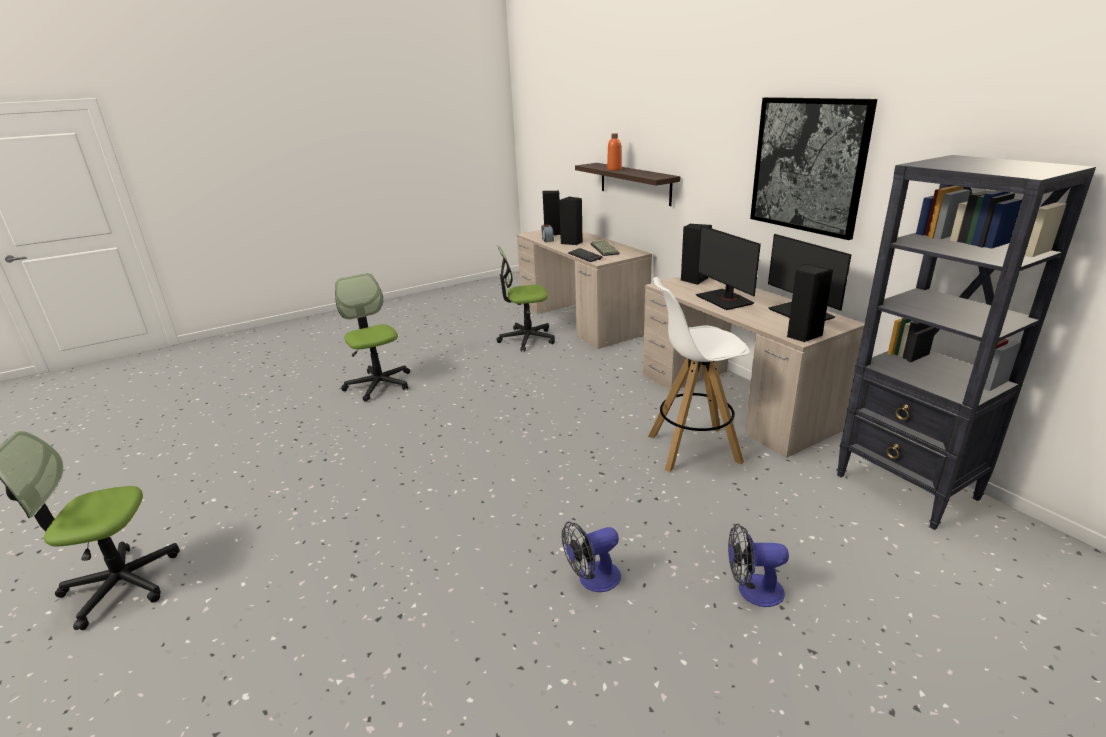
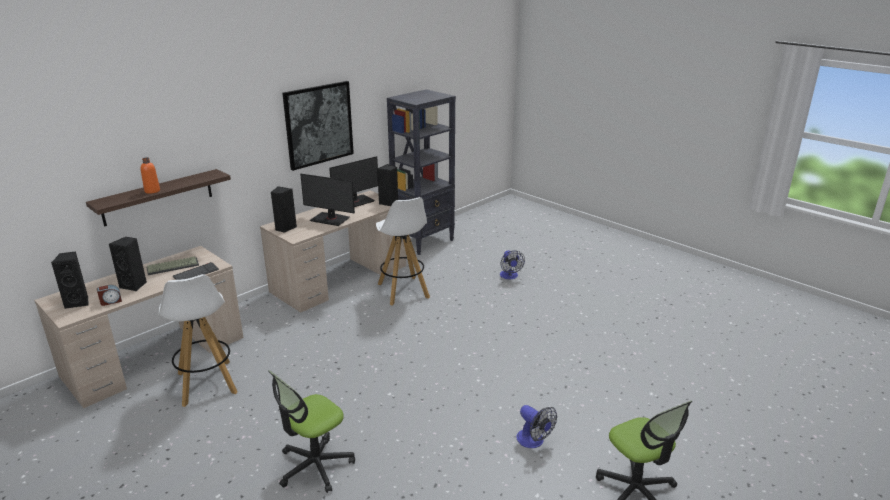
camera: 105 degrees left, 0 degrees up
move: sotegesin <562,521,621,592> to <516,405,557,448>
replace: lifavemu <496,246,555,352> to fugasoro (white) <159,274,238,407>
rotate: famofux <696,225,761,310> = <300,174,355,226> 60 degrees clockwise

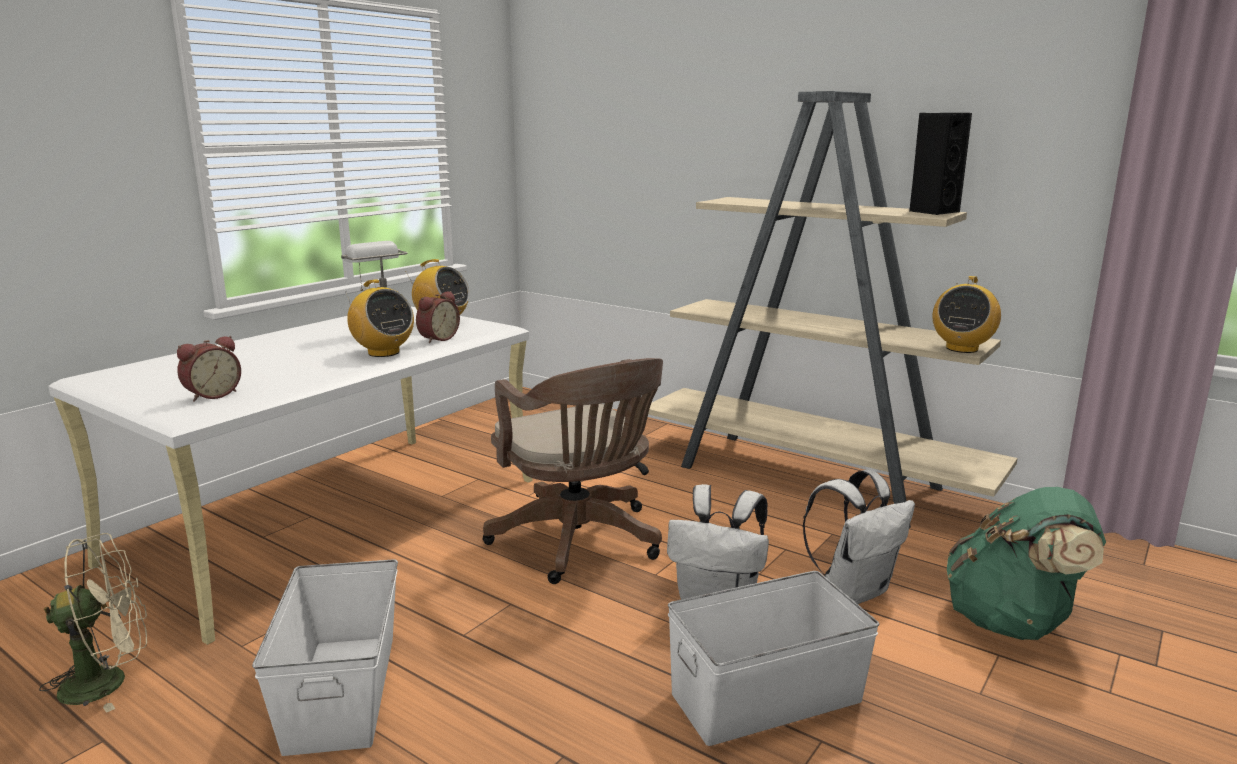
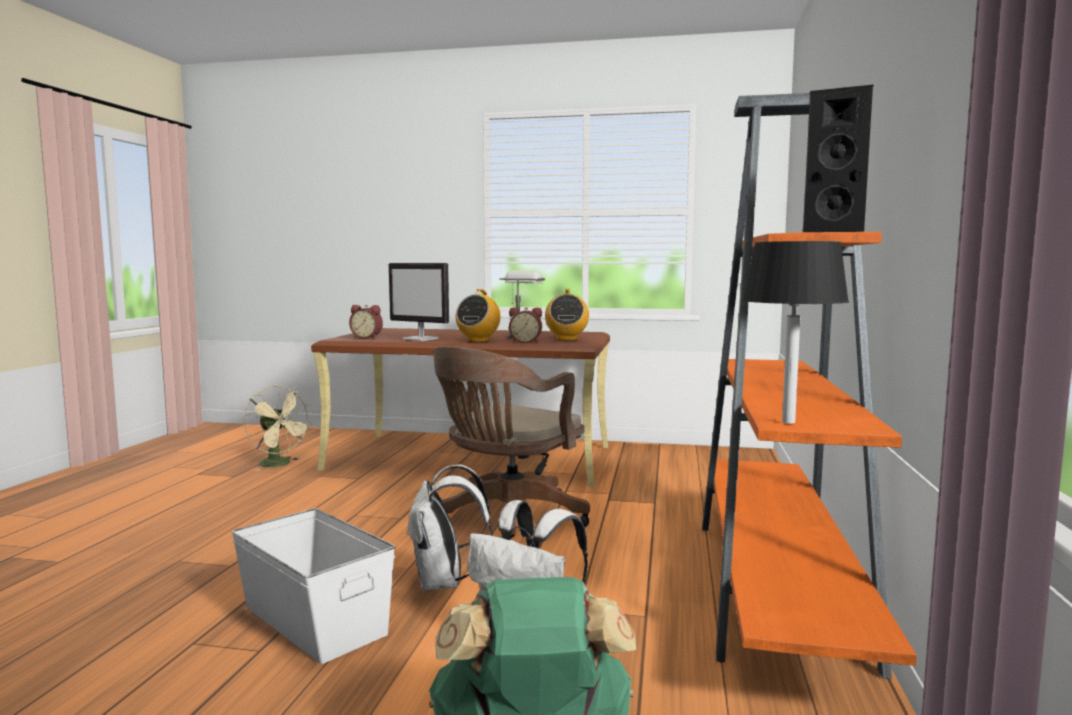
camera: 65 degrees right, 10 degrees down
delete: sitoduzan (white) <252,559,398,756>
insert: famofux <389,263,449,341>
replace: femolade <932,276,1001,353> to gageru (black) <742,241,849,424>
recolor: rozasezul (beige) <648,91,1018,529> to rozasezul (orange) <702,93,917,679>; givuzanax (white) <48,307,532,645> to givuzanax (brown) <311,328,610,487>

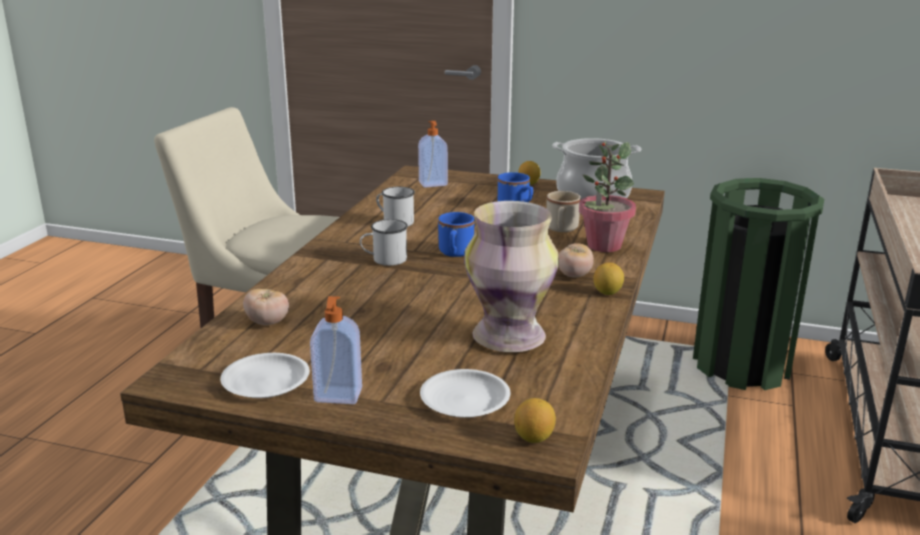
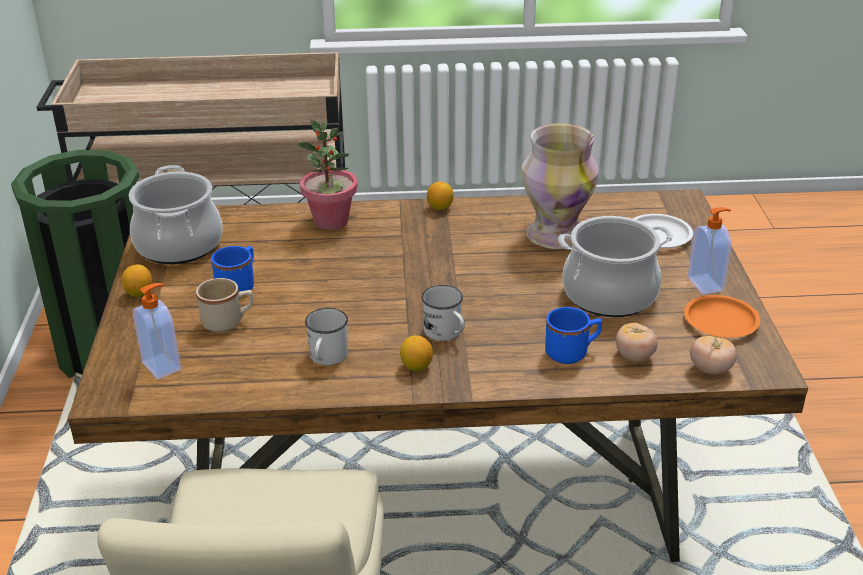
camera: 110 degrees left, 10 degrees up
insert: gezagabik <558,216,673,317>
move: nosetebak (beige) <546,191,581,232> to <196,278,253,332>; nosetebak (blue) <438,212,475,257> to <545,307,602,364>; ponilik <558,243,594,277> to <690,336,737,374>; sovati <514,398,556,443> to <400,335,433,371>
recolor: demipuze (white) <220,353,310,398> to demipuze (orange) <684,295,760,338>

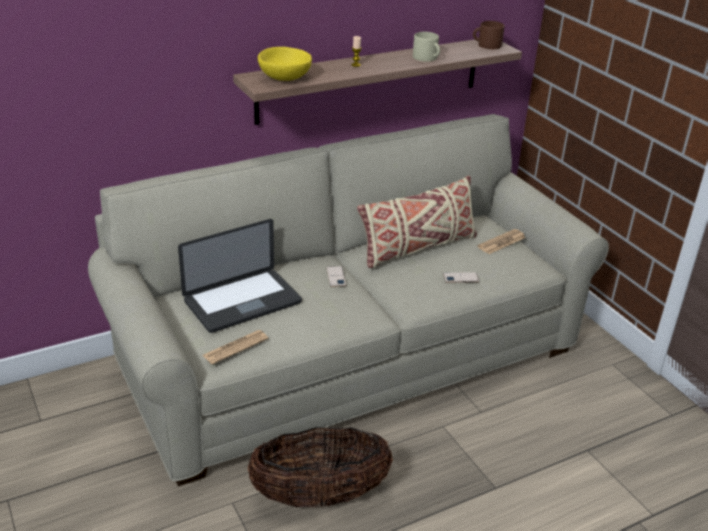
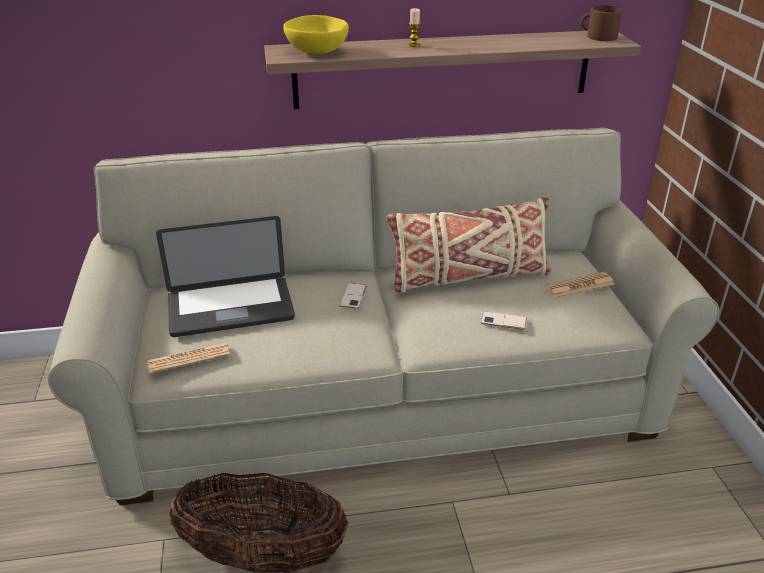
camera: 20 degrees right, 0 degrees up
delete: nosetebak (beige) <413,32,440,62>

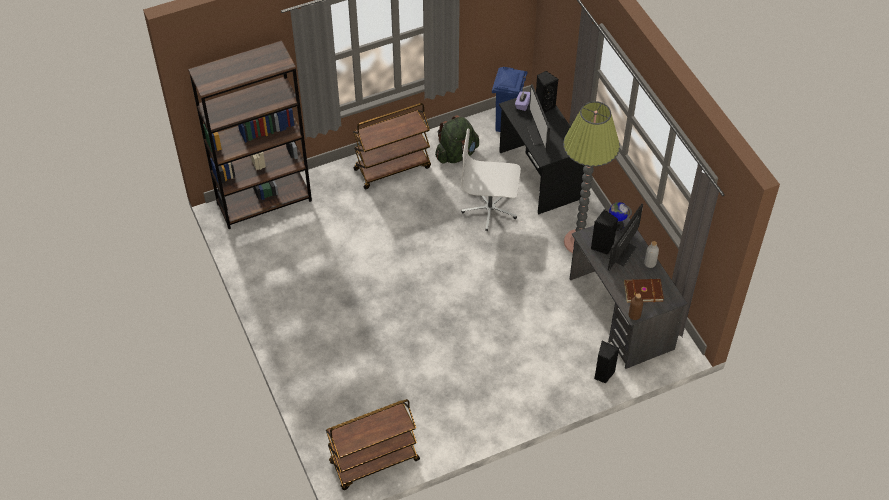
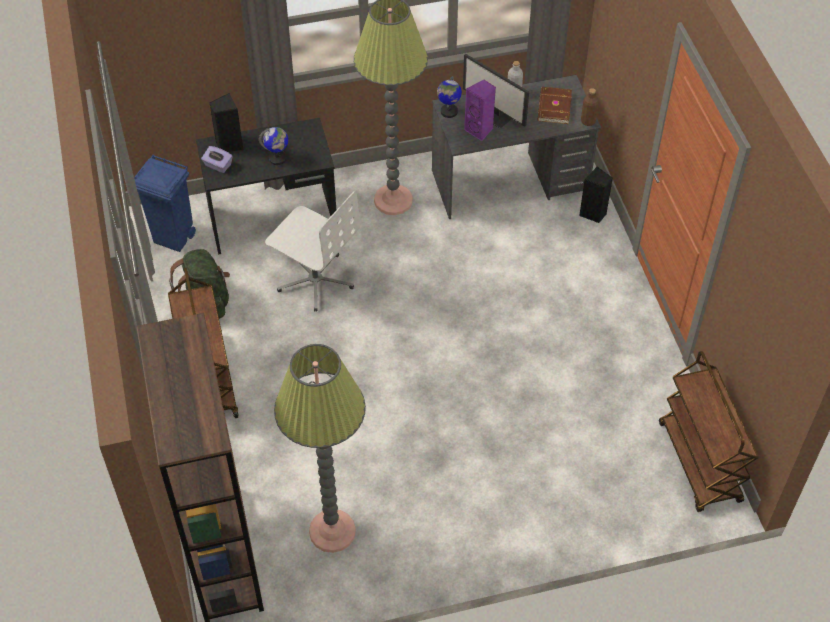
camera: 80 degrees left, 0 degrees up
insert: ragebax <274,344,366,553>
replace: famofux <527,84,550,152> to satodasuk <259,127,288,165>
recolor: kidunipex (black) <591,209,618,255> to kidunipex (purple) <464,80,496,141>
rotate: lifavemu (white) <461,129,521,231> = <265,191,360,311> 75 degrees counterclockwise

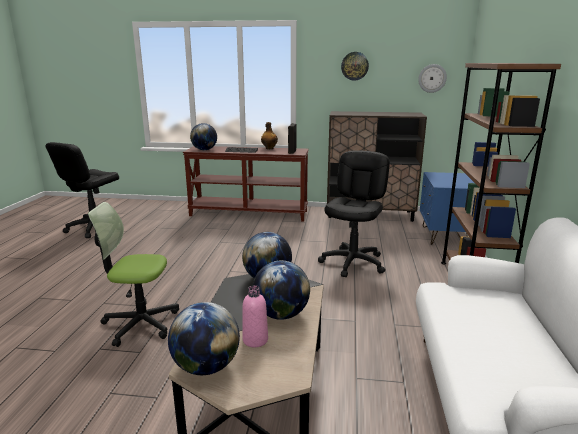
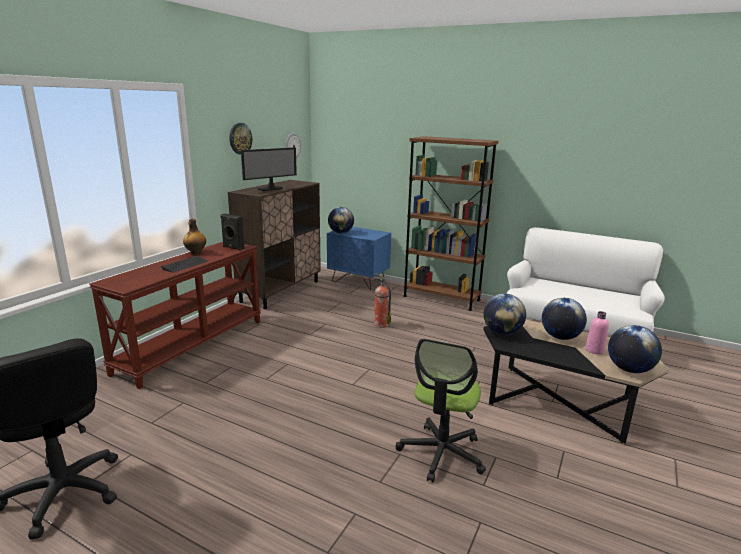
camera: 70 degrees left, 0 degrees up
insert: famofux <241,147,297,191>
move: satodasuk <190,123,217,150> to <328,207,354,233>
replace: lifavemu (black) <318,151,390,277> to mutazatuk <373,274,391,328>

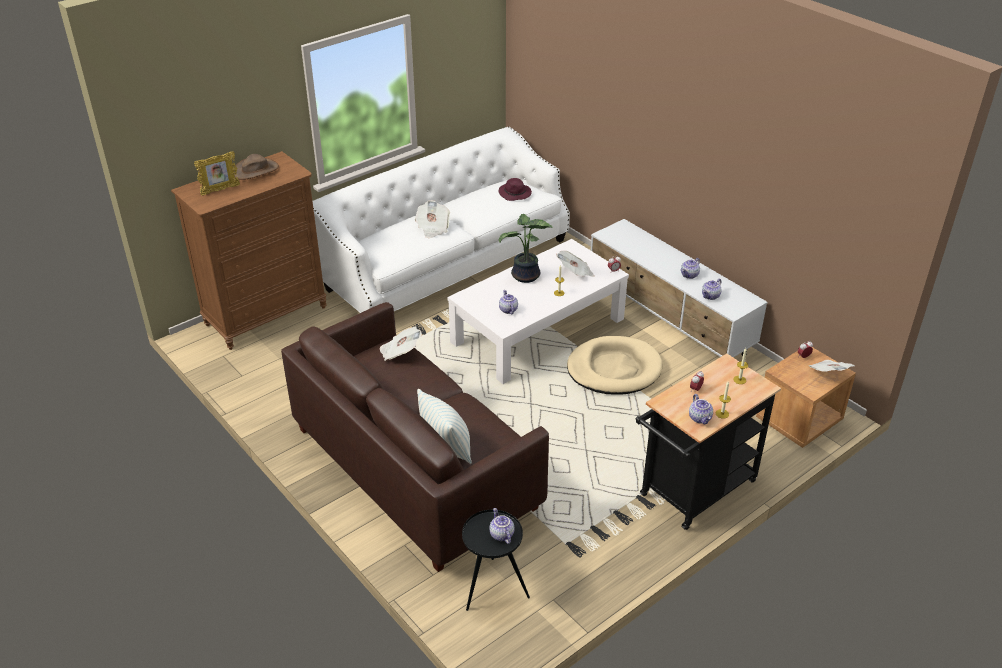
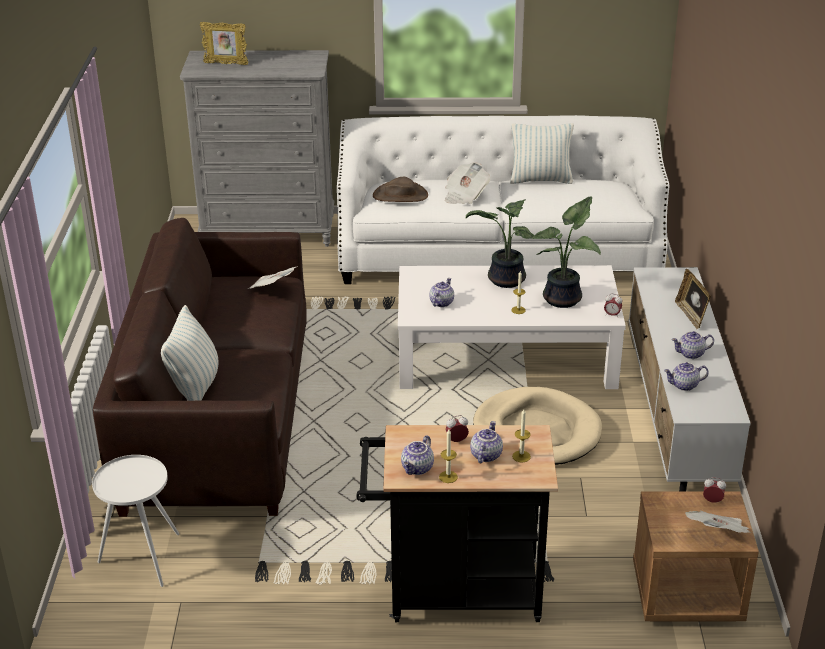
camera: 40 degrees right, 5 degrees down
delete: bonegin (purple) <498,178,532,201>
insert: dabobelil <510,123,574,184>; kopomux <675,269,711,330>
move: bonegin (brown) <234,154,279,180> to <373,177,428,202>; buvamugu <489,508,515,544> to <470,421,503,463>
replace: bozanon <556,251,595,277> to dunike <532,196,601,308>
recolor: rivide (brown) <171,151,327,350> to rivide (grey) <180,50,334,247>; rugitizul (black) <462,509,530,611> to rugitizul (white) <92,455,179,587>

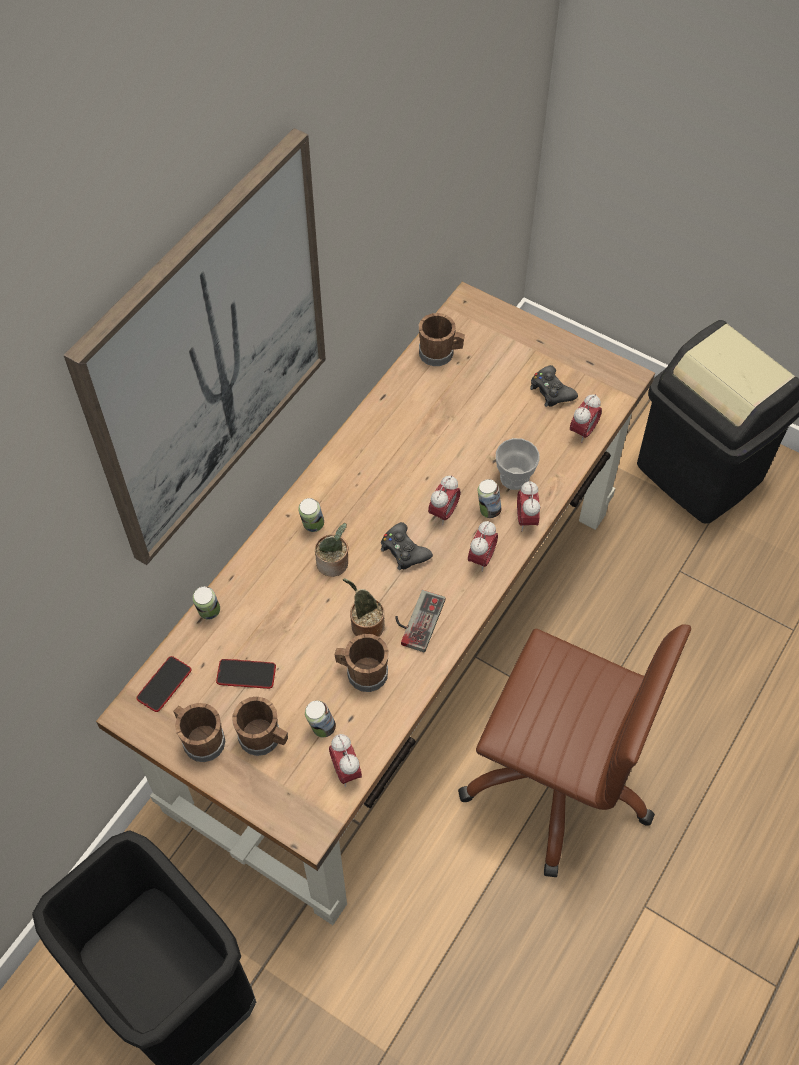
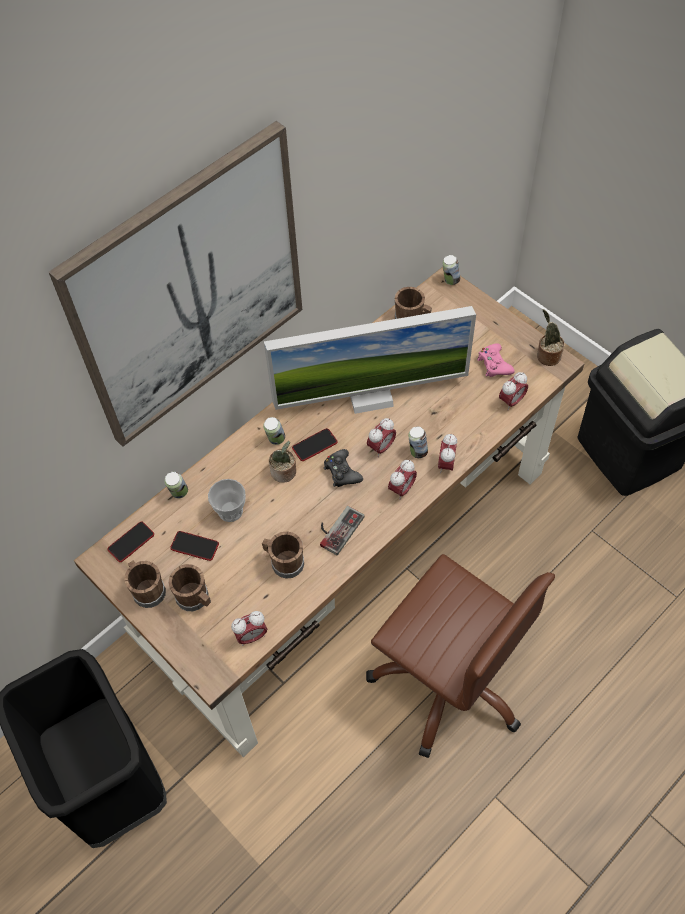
camera: 15 degrees right, 0 degrees up
insert: famofux <264,306,476,414>; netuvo <292,428,338,461>
move: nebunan <496,438,540,490> to <208,479,246,522>; dunike <342,578,385,637> to <537,309,565,366>; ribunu <305,701,336,737> to <442,255,460,285>
recolor: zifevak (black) <530,365,578,407> to zifevak (pink) <477,343,515,377>
rotate: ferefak <329,734,362,787> = <231,611,267,646> 105 degrees counterclockwise

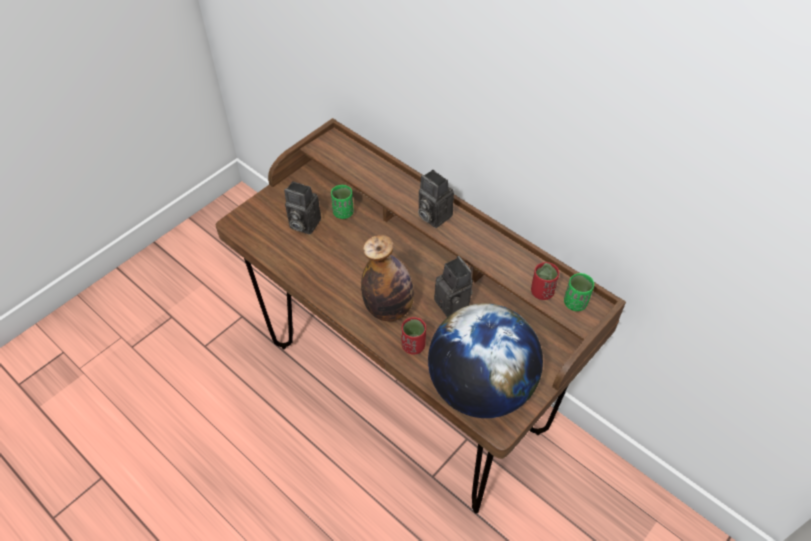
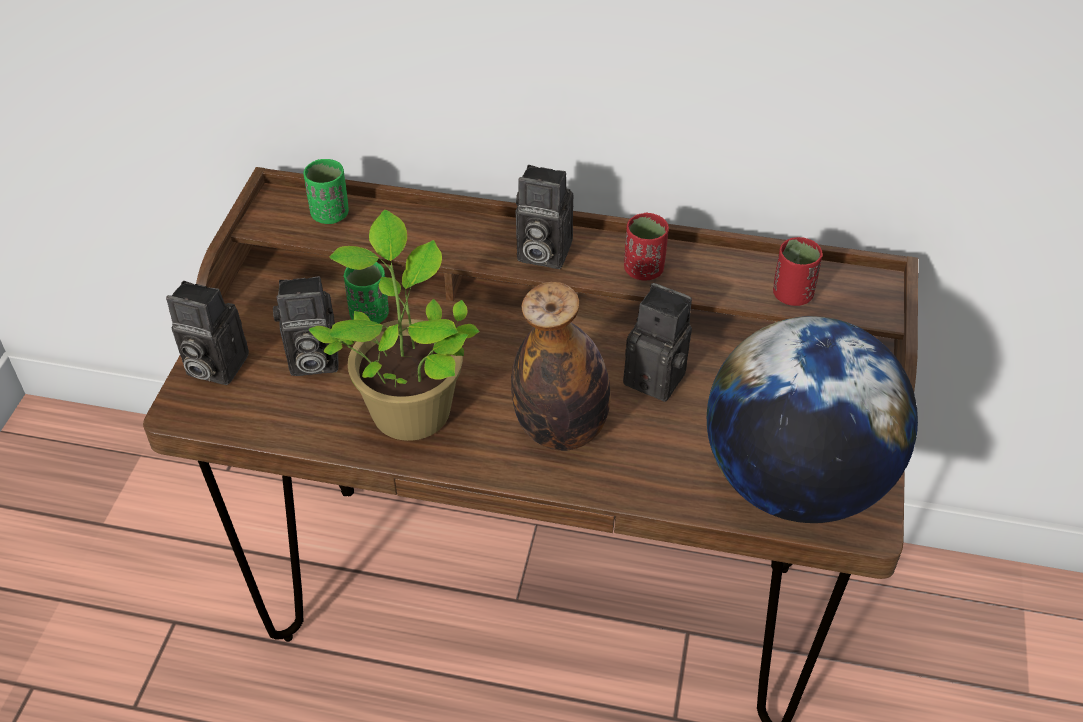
camera: 30 degrees left, 5 degrees down
insert: dunike <309,210,480,441>; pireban <166,281,249,385>
move: nebunan (green) <564,273,594,311> to <304,159,349,224>; nebunan (red) <402,317,426,354> to <624,212,669,281>

